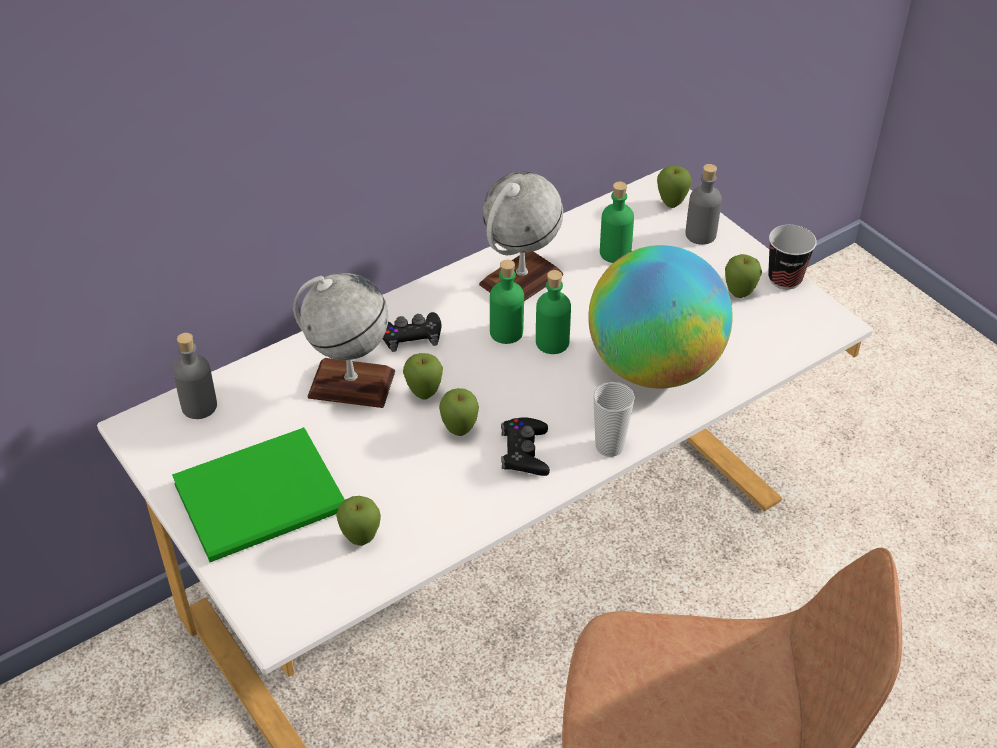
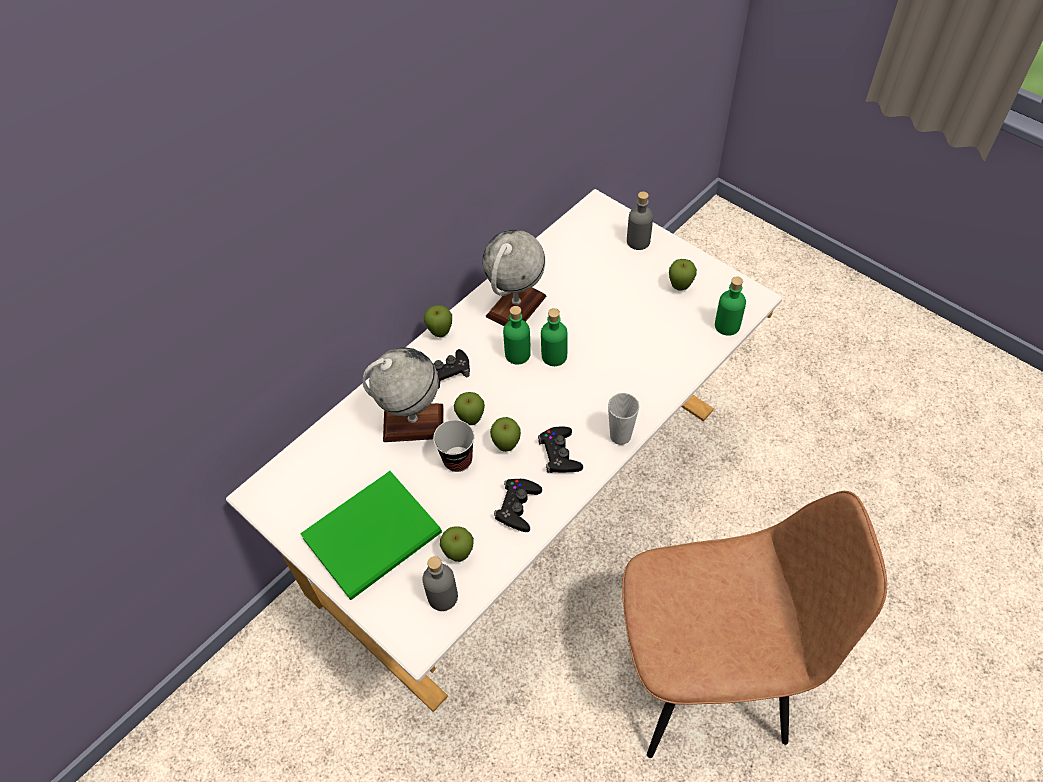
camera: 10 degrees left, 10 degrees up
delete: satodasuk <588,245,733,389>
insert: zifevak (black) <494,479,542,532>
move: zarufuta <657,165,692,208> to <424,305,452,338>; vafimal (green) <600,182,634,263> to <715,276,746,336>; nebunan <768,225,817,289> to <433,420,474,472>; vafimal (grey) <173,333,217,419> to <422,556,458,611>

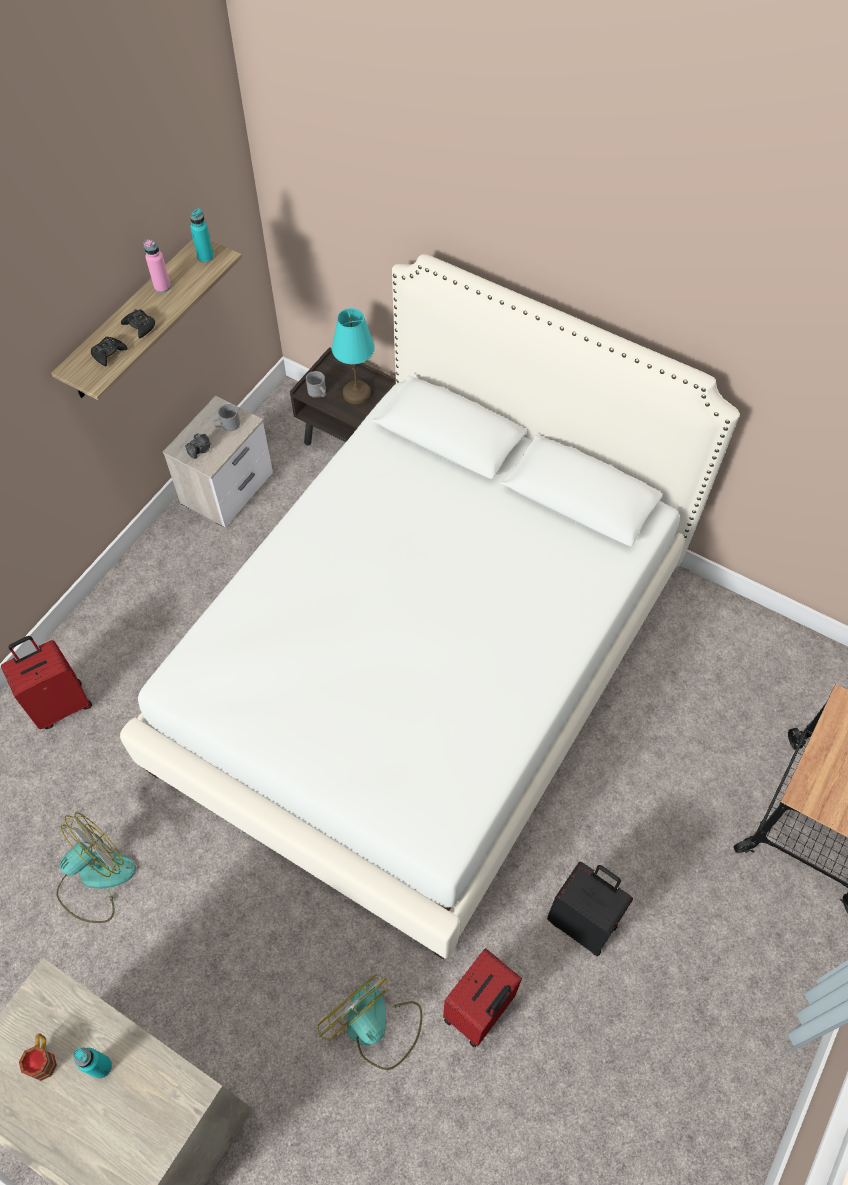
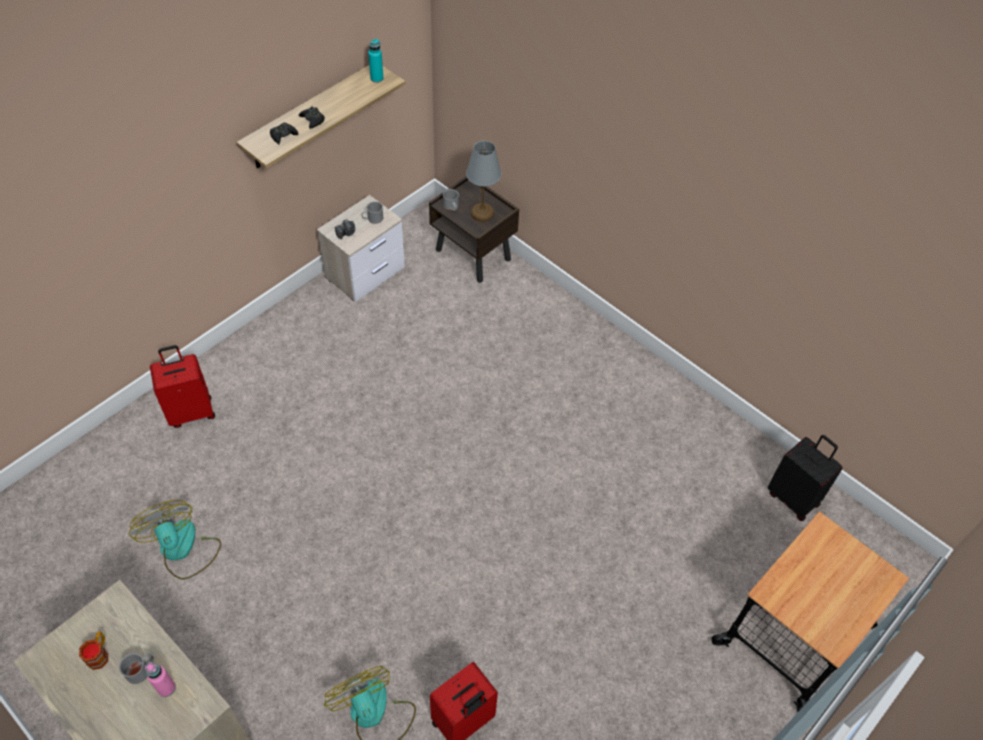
camera: 10 degrees right, 5 degrees down
delete: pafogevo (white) <120,254,740,959>
move: vafimal (pink) <143,240,171,293> to <145,662,176,697>; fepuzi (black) <547,862,633,957> to <768,435,843,521>
replace: vafimal (turquoise) <73,1048,112,1079> to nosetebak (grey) <119,653,154,684>
recolor: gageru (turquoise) <332,308,375,404> to gageru (grey) <466,141,501,222>
rotate: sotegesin <57,813,136,923> = <129,500,221,580> 90 degrees counterclockwise

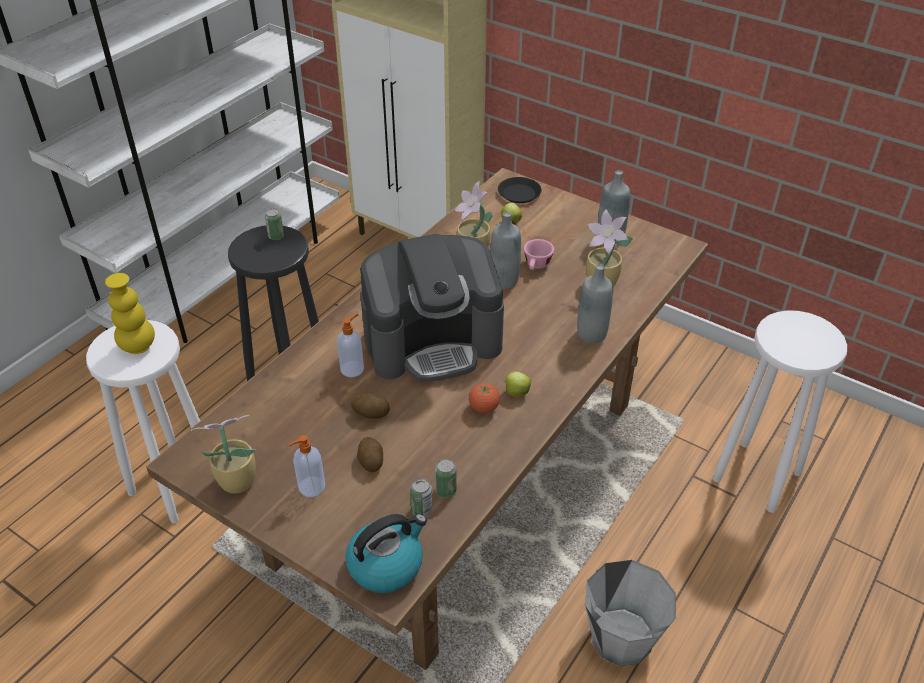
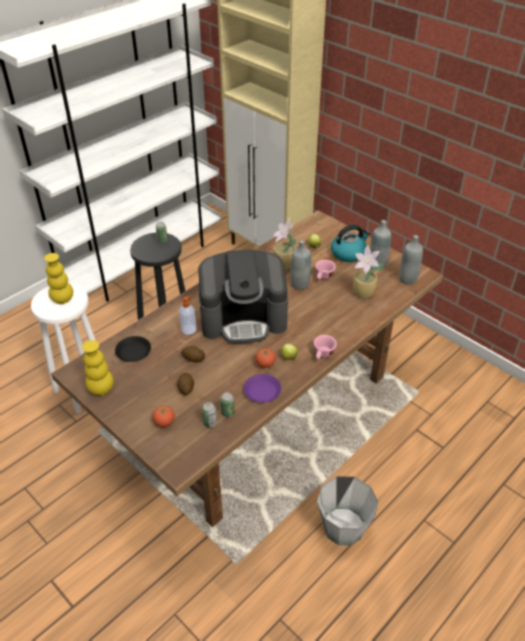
camera: 10 degrees right, 0 degrees up
delete: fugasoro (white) <713,310,847,513>; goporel <288,435,325,497>
insert: nebunan (pink) <314,335,337,359>; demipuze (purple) <244,374,282,403>; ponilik <153,406,175,427>
move: demipuze (black) <498,177,541,203> to <115,336,151,362>; vafimal (grey) <577,264,613,343> to <399,235,423,285>; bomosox <345,514,427,593> to <331,225,370,262>
replace: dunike <191,415,256,494> to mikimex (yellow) <82,340,114,395>

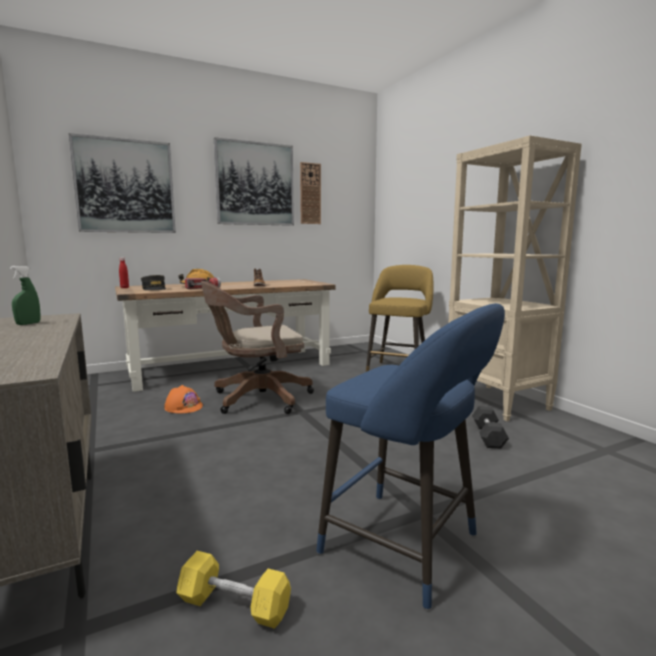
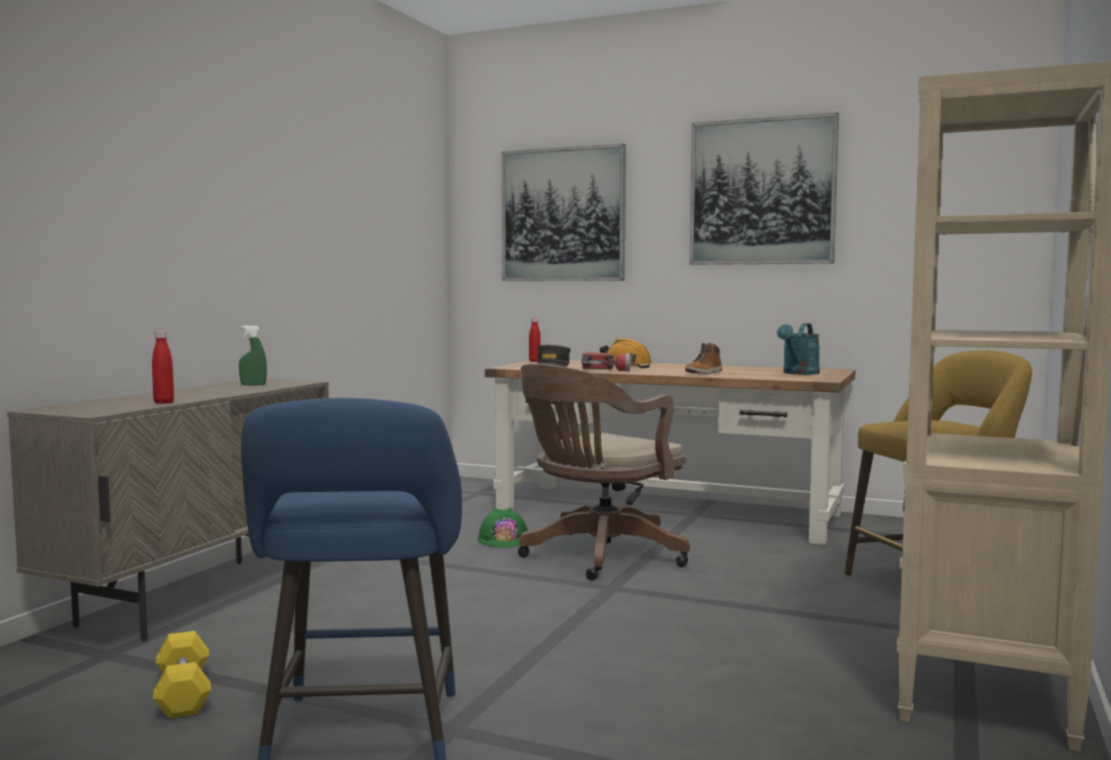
camera: 50 degrees right, 5 degrees down
delete: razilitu <300,162,321,224>; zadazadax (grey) <472,406,509,449>
insert: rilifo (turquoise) <777,323,820,375>; vafimal (red) <152,331,174,404>
recolor: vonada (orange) <164,385,203,413> to vonada (green) <478,508,528,548>
rotate: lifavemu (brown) <201,281,314,414> = <518,364,690,580> 75 degrees counterclockwise

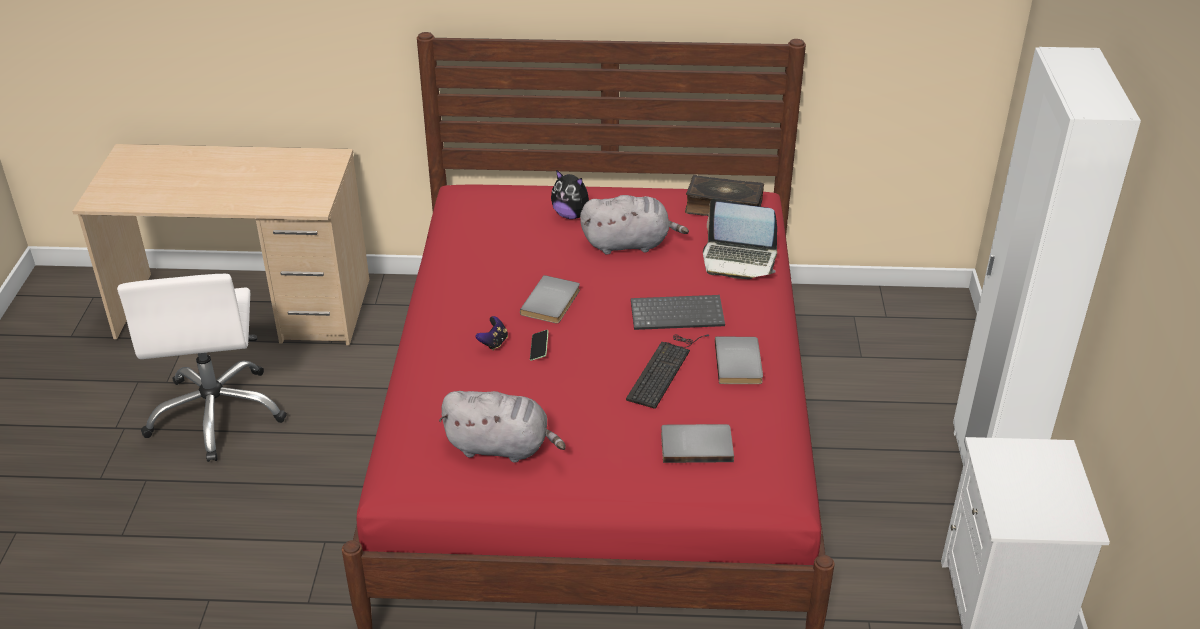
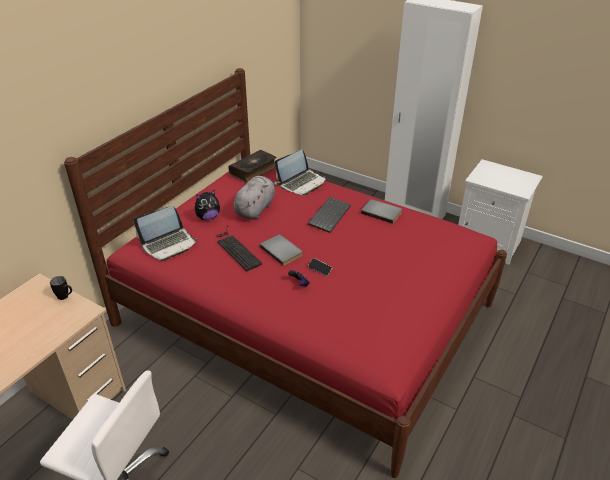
camera: 60 degrees left, 0 degrees up
delete: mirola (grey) <439,391,566,463>; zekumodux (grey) <661,424,734,463>
insert: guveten <133,206,197,261>; nosetebak (black) <50,276,72,300>
move: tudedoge <626,334,709,409> to <216,225,263,271>

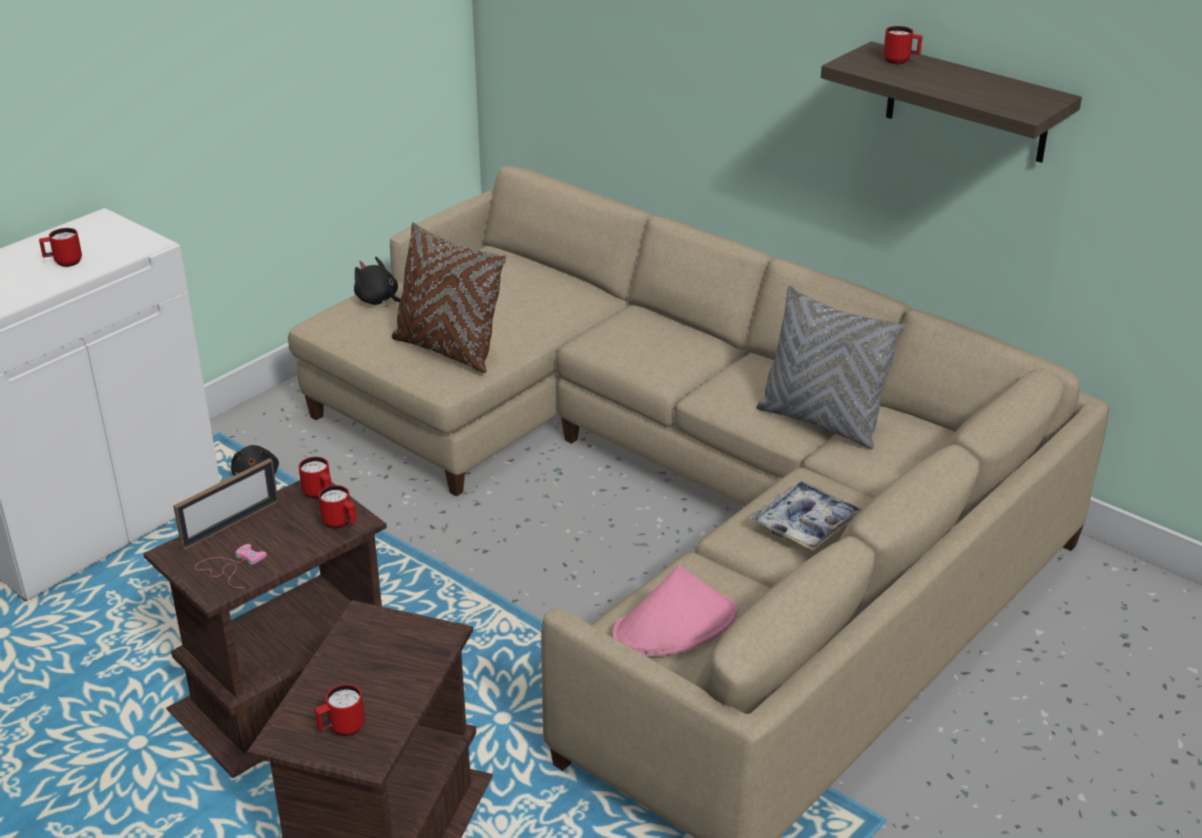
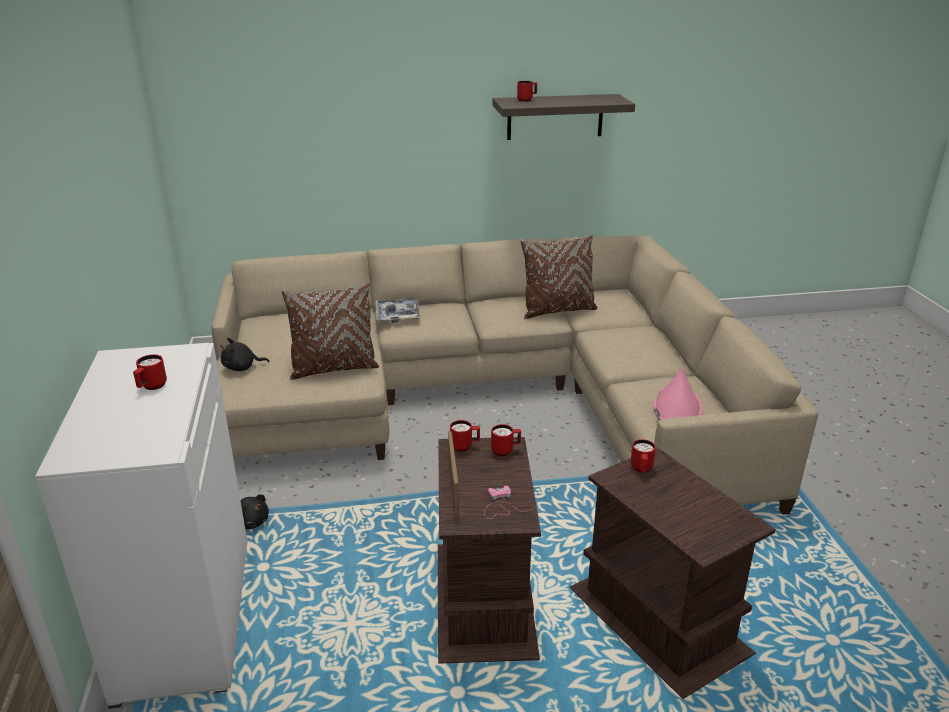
camera: 50 degrees left, 5 degrees down
move: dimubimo <750,480,861,551> to <376,298,421,323>; nosetebak (red) <315,684,365,736> to <631,439,656,472>
recolor: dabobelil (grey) <756,285,905,449> to dabobelil (brown) <521,235,597,319>

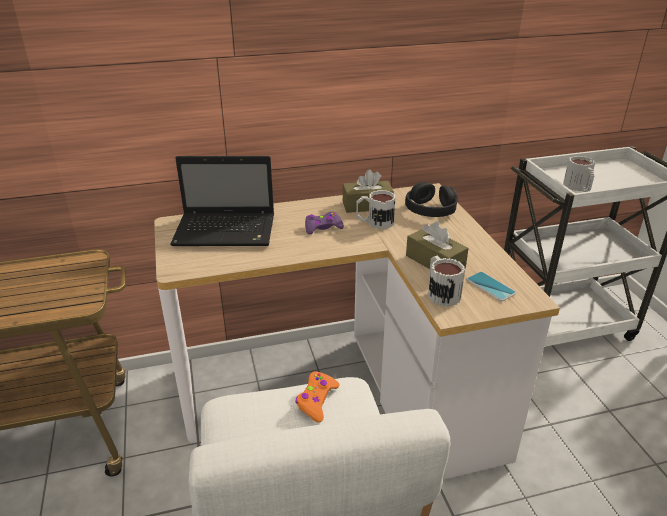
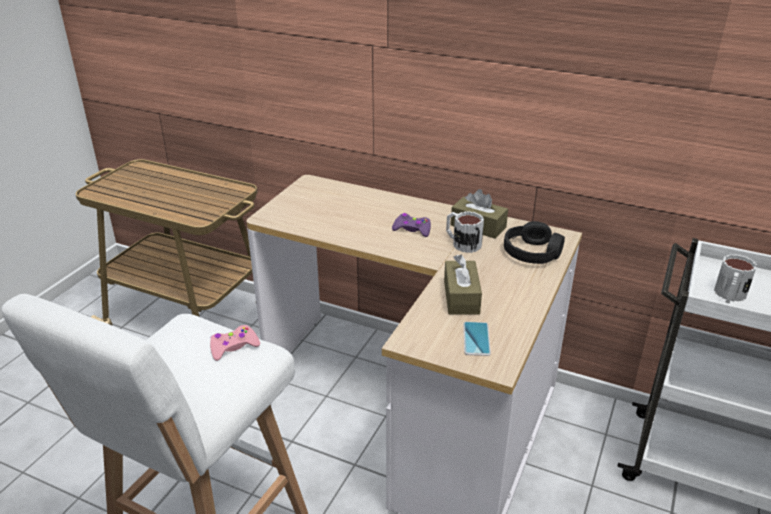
camera: 40 degrees right, 0 degrees up
delete: guveten <170,156,274,246>; nosetebak <428,256,465,307>
recolor: zifevak (orange) <295,372,340,423> to zifevak (pink) <210,325,260,361>

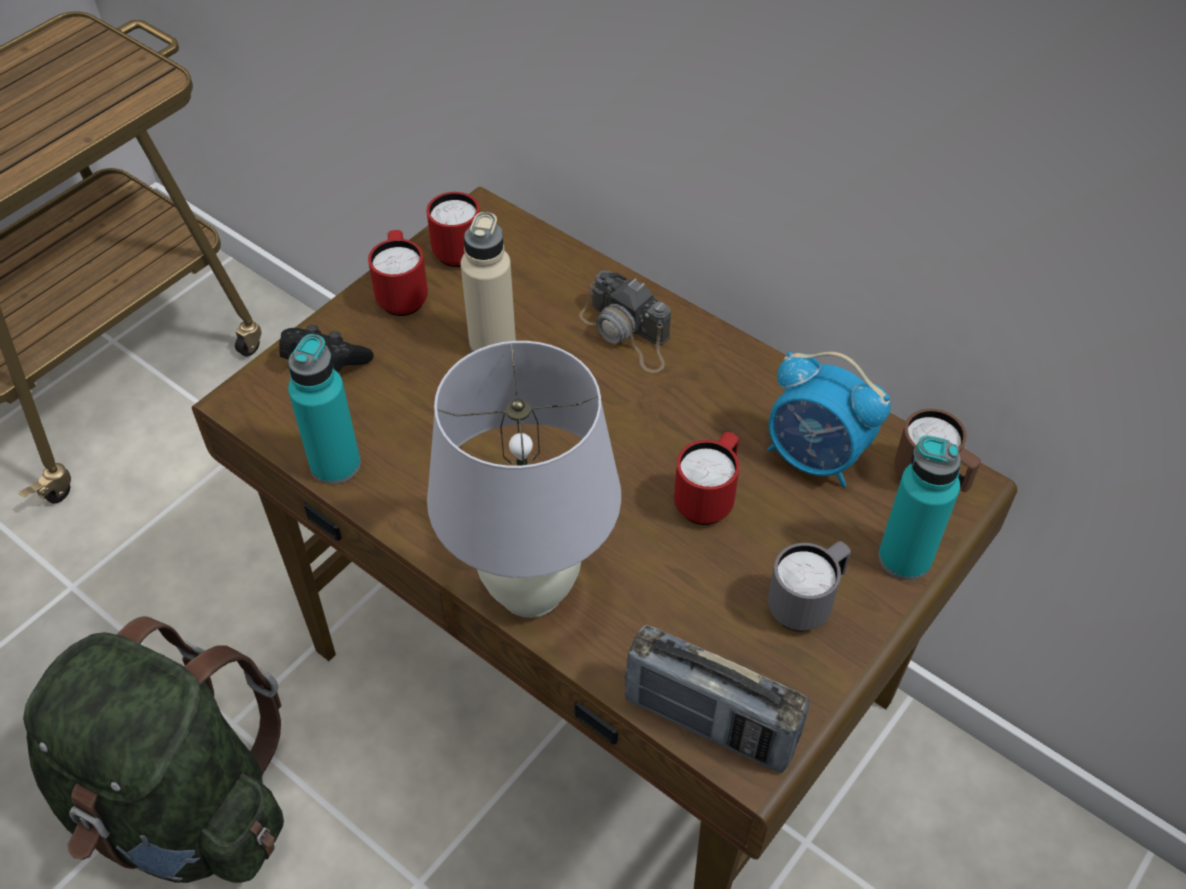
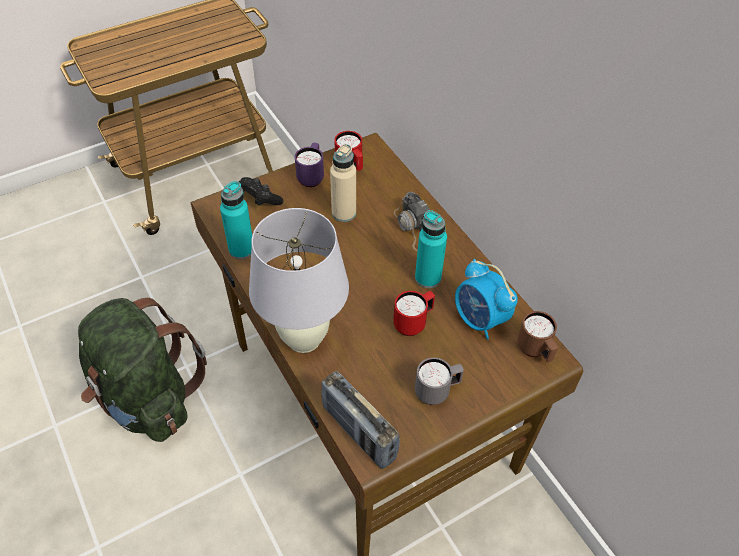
camera: 20 degrees right, 0 degrees up
move: vafimal (turquoise) <878,435,961,580> to <415,210,447,288>
recolor: nosetebak (red) <368,230,428,316> to nosetebak (purple) <295,143,324,187>

